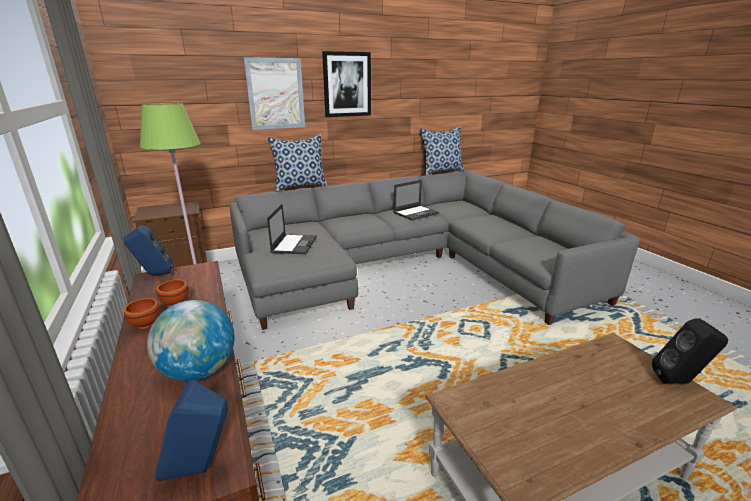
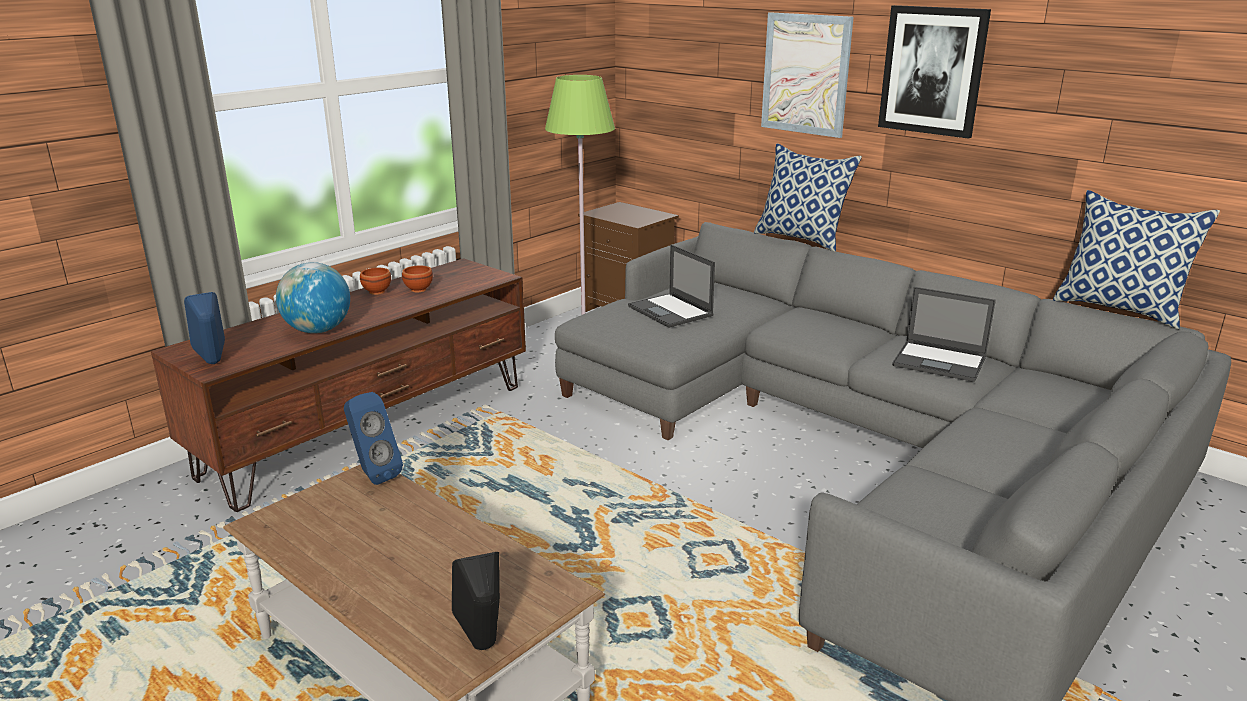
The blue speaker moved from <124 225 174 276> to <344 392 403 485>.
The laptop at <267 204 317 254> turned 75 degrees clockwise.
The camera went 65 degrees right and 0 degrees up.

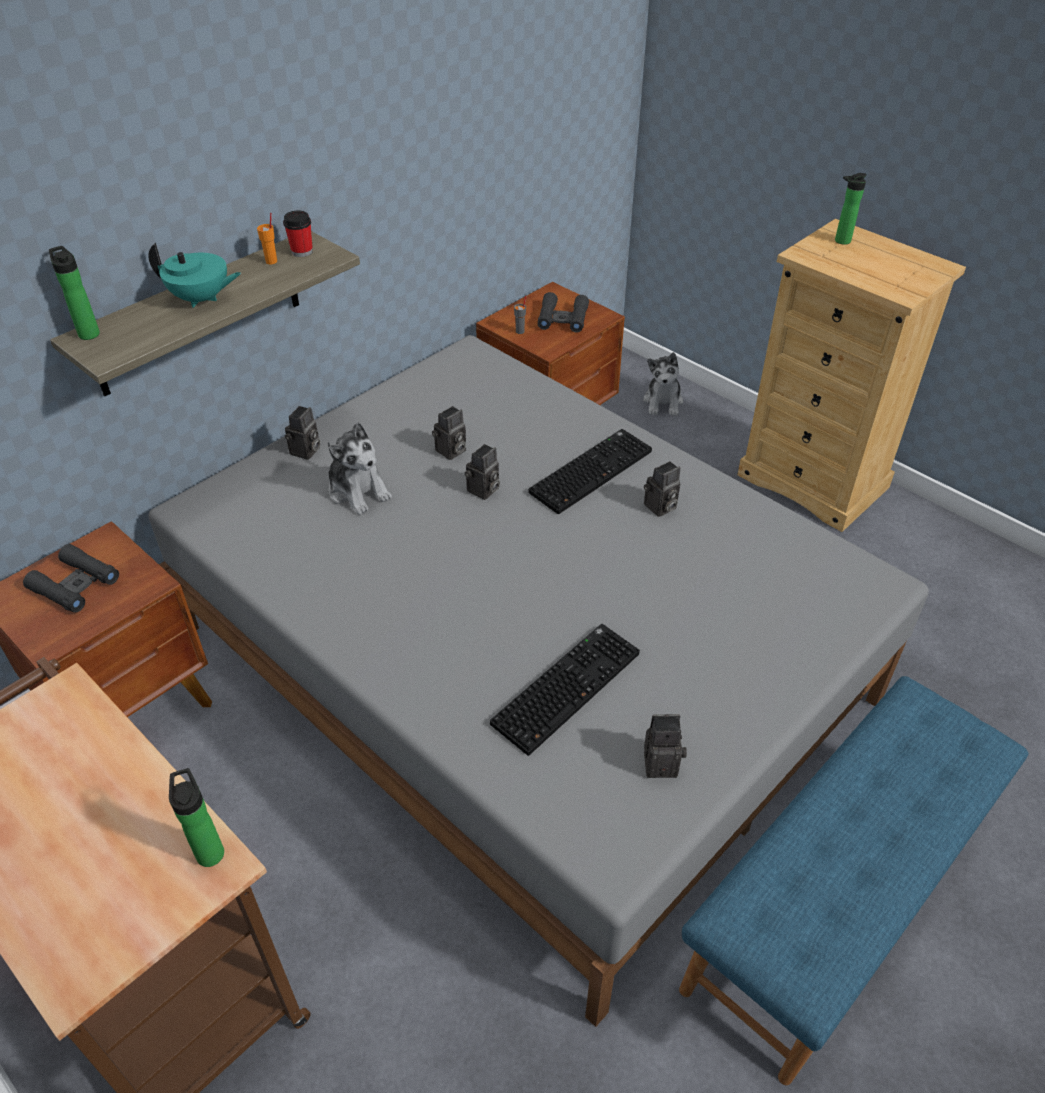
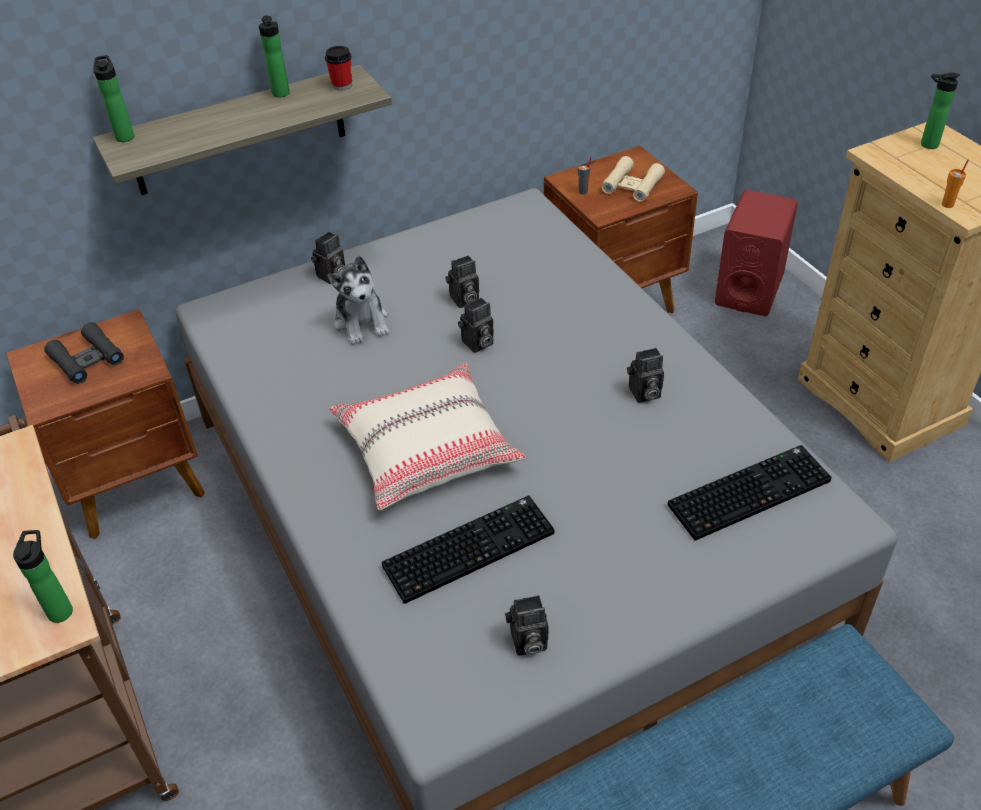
The bottle at <259 15 290 97> appeared.
The beige pillow at <329 363 526 510> appeared.
The photo camera at <644 714 687 778> turned 150 degrees clockwise.
The black binoculars at <538 292 589 333> became the beige binoculars at <602 156 665 202>.
The keyboard moved from <528 429 652 514> to <667 445 832 541>.
The plush toy at <643 352 683 416> was replaced by the red speaker at <715 190 798 316>.
The orange cup moved from <257 213 277 264> to <942 160 969 208>.
The turquoise teapot at <148 243 241 308> disappeared.
The camera went 20 degrees right and 0 degrees up.

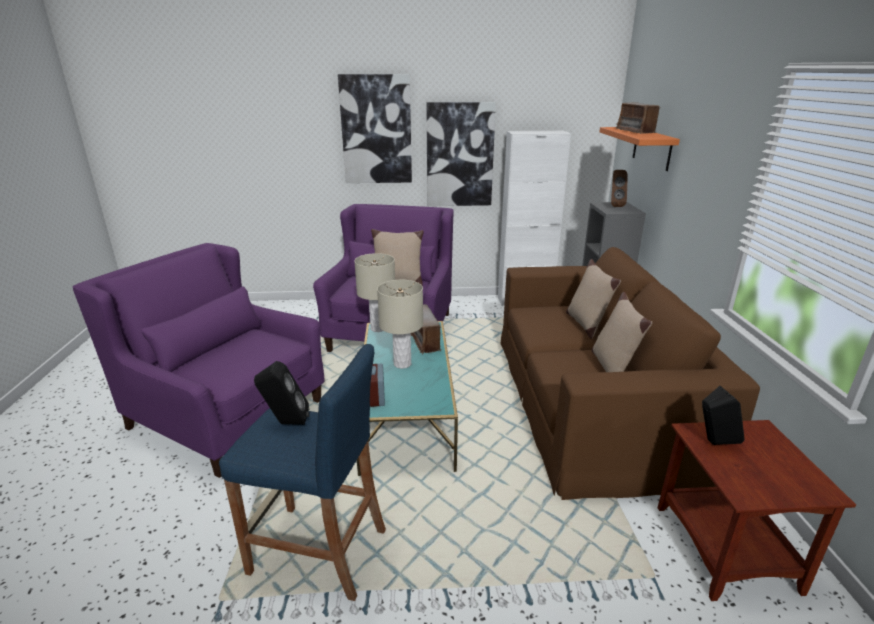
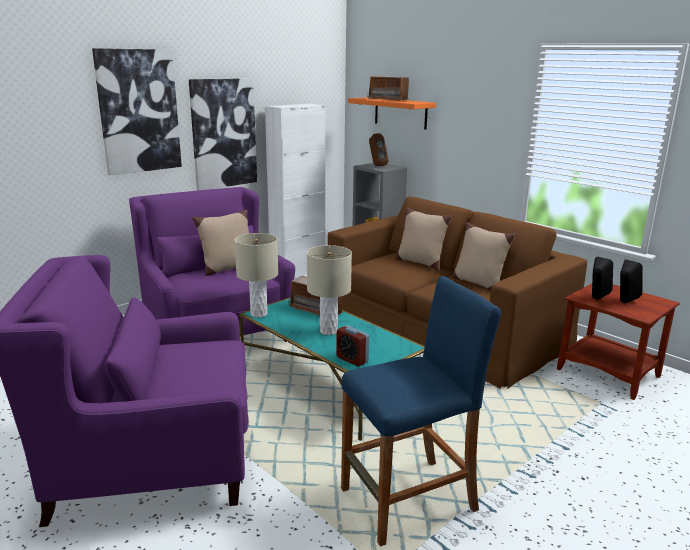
The black speaker moved from <254 361 310 425> to <620 259 643 303>.
The camera went 40 degrees left and 5 degrees down.

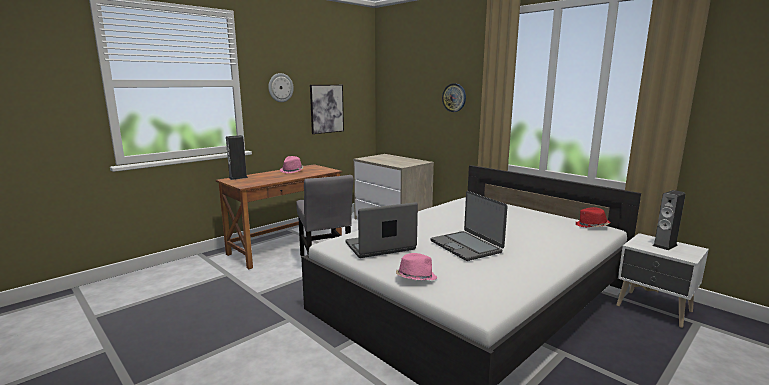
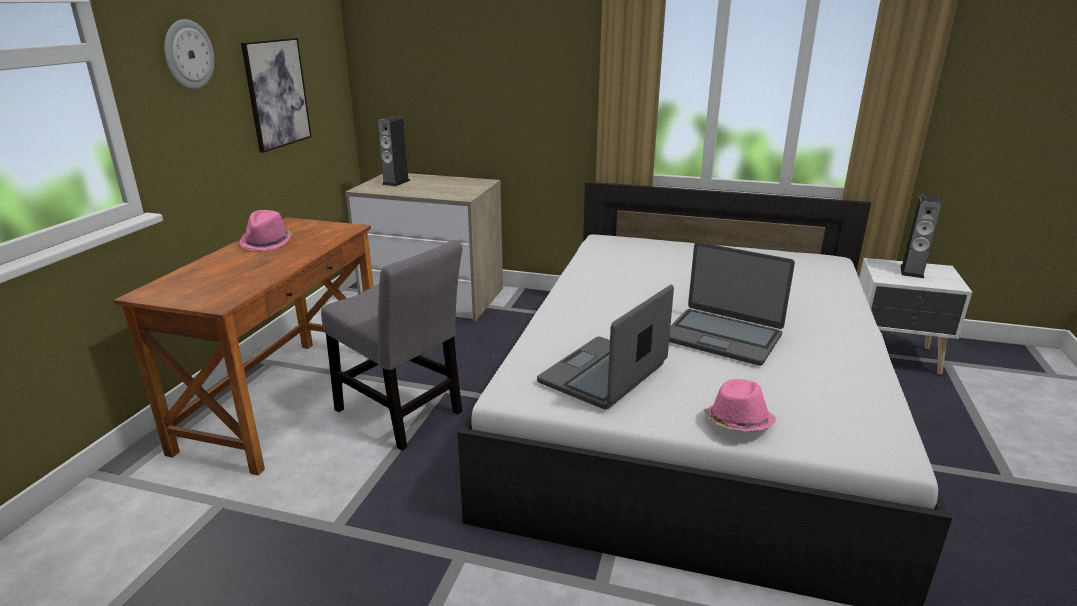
The speaker moved from <226 135 248 180> to <378 116 410 186>.
The wall clock at <442 84 466 112> disappeared.
The red hat at <576 207 610 228> disappeared.
The camera went 30 degrees left and 10 degrees up.

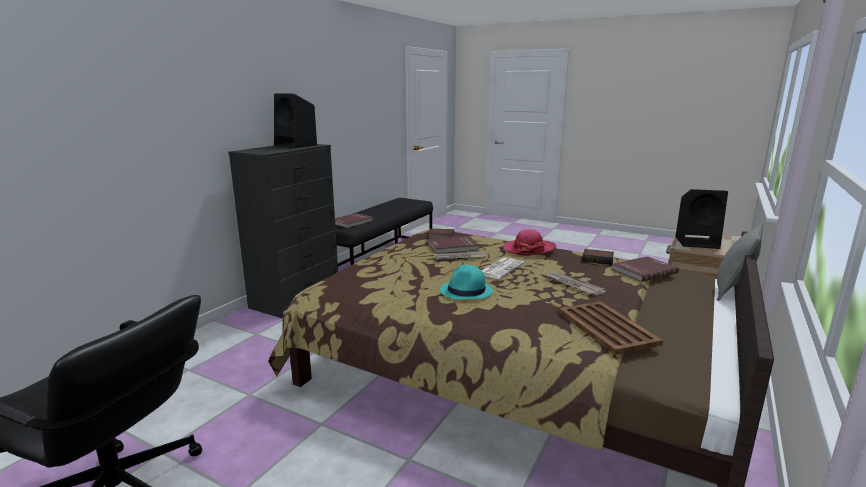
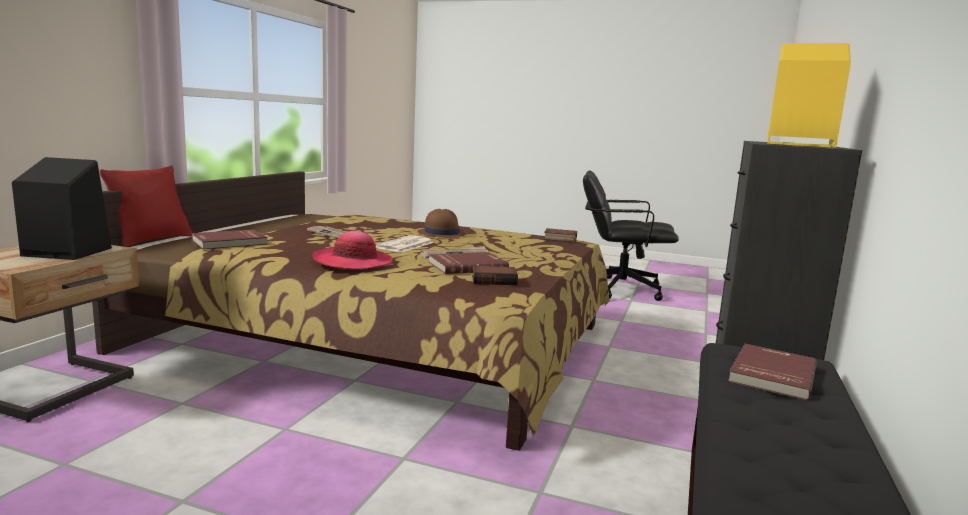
The grey pillow at <717 222 764 301> became the red pillow at <100 165 193 247>.
The turquoise hat at <440 265 493 299> became the brown hat at <417 209 467 239>.
The book moved from <582 249 614 265> to <544 228 577 243>.
The black speaker at <274 93 317 148> became the yellow speaker at <767 43 851 148>.
The brown tray at <558 301 663 355> disappeared.
The camera went 170 degrees right and 5 degrees down.

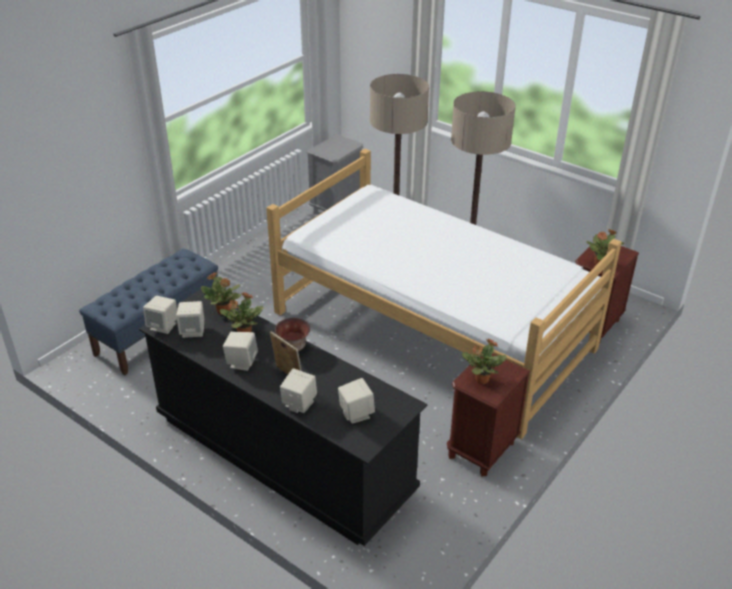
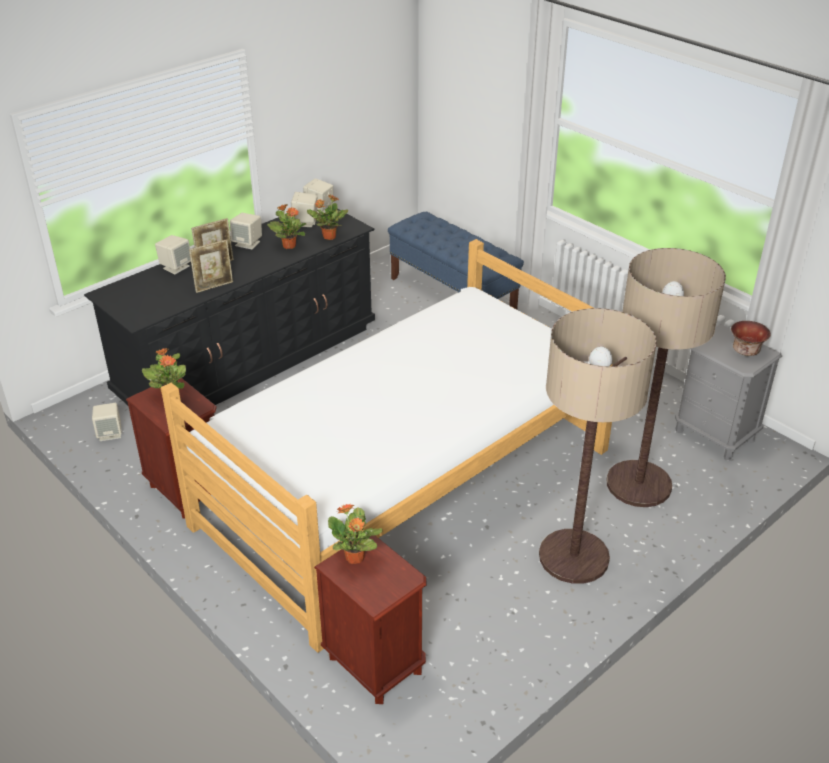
The beige speaker moved from <338 378 375 423> to <92 403 122 441>.
The picture frame at <189 239 233 293> appeared.
The bowl moved from <275 318 310 351> to <731 321 771 356>.
The camera went 100 degrees right and 0 degrees up.

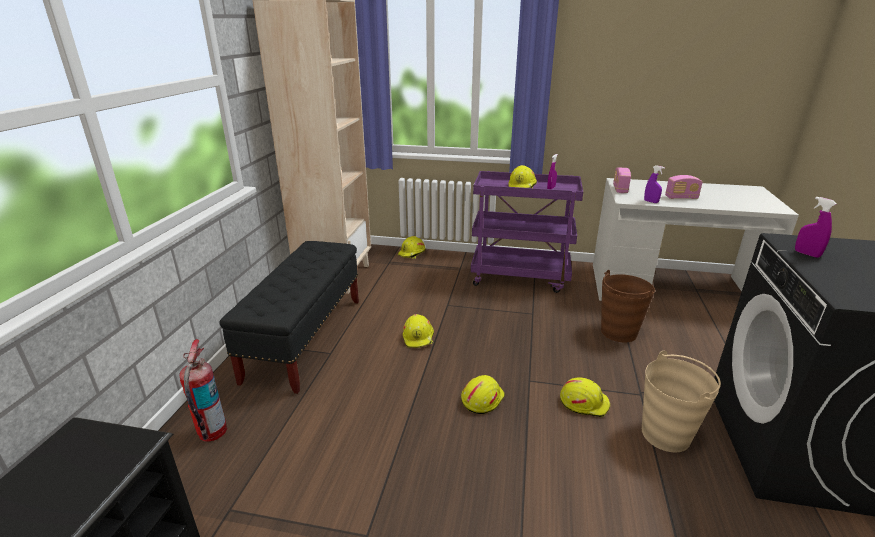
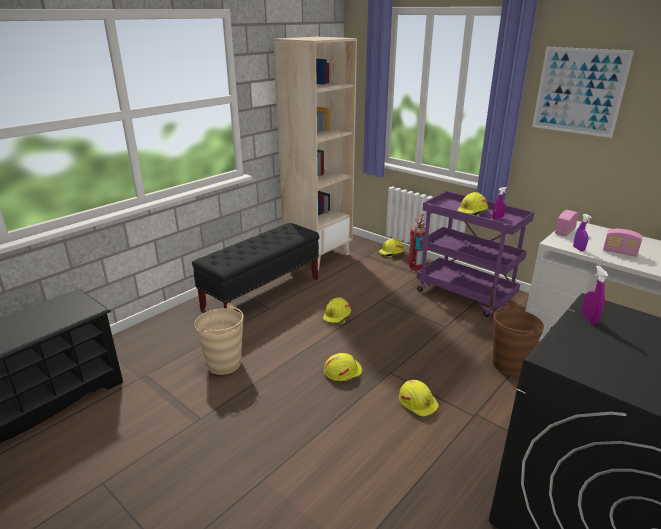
The beige bucket moved from <642 351 721 452> to <195 303 243 375>.
The fire extinguisher moved from <179 339 227 442> to <409 214 425 270>.
The picture at <532 47 634 138> appeared.
The camera went 30 degrees right and 0 degrees up.

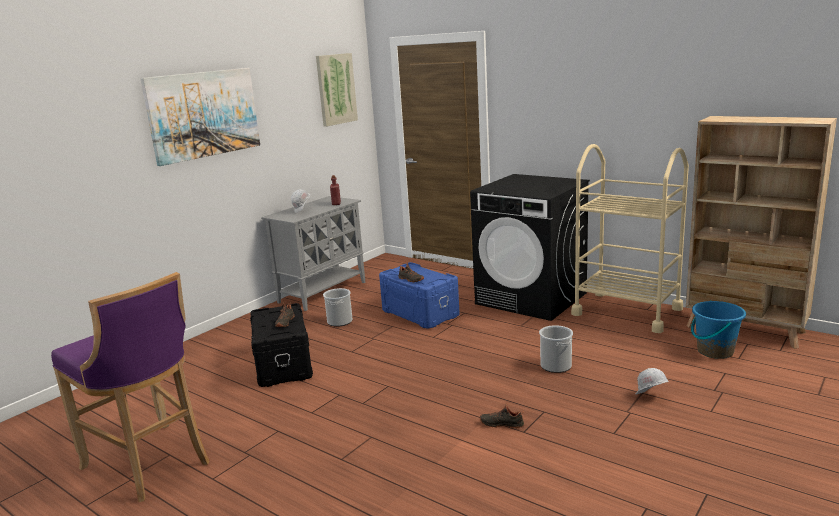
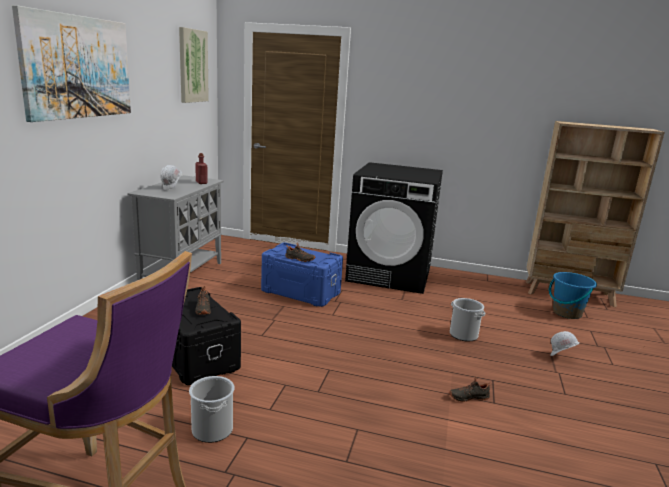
The bucket moved from <323 288 353 327> to <189 376 235 443>.
The beige cart at <571 144 689 333> disappeared.
The camera went 25 degrees left and 0 degrees up.

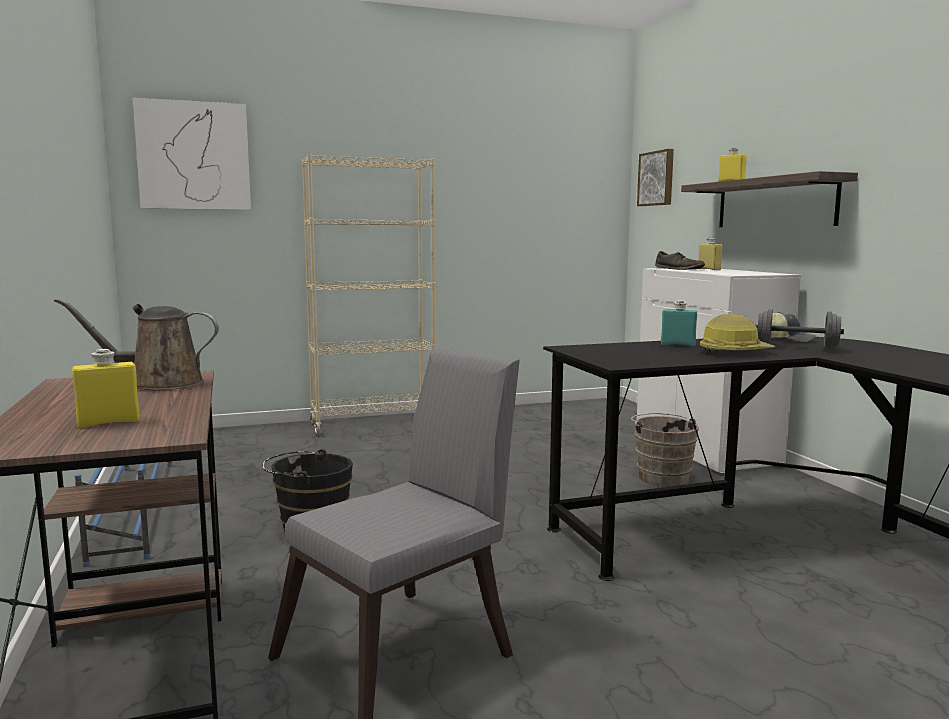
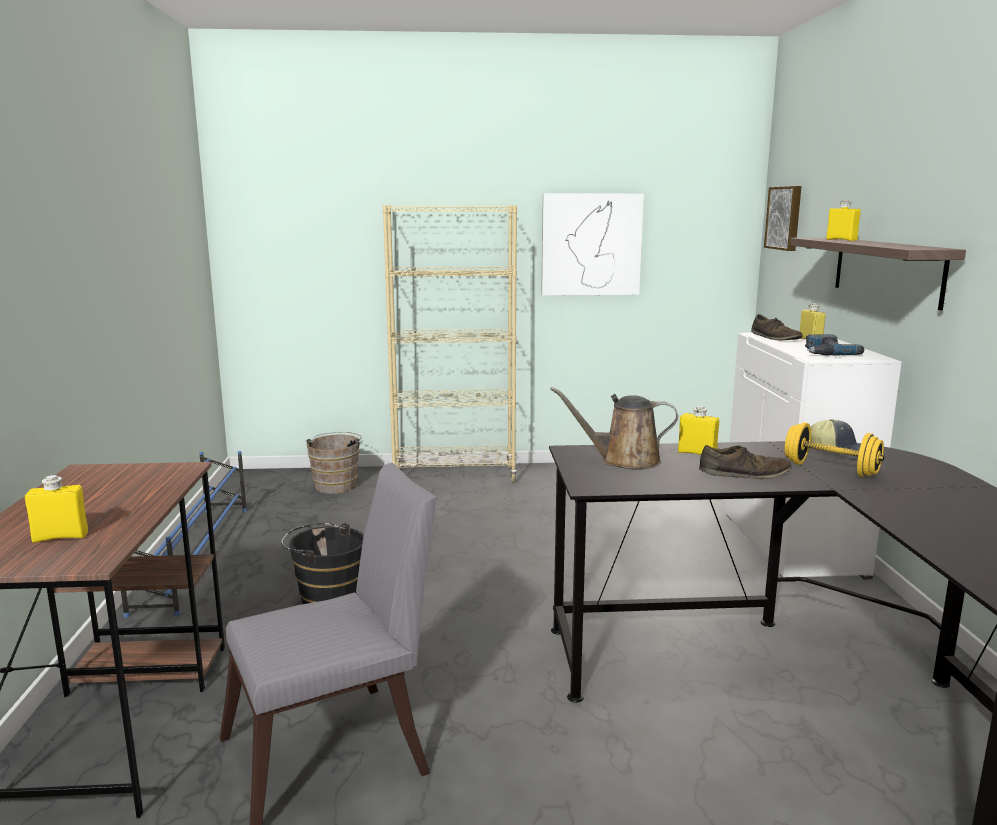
The brown bucket moved from <631 413 699 487> to <306 432 364 494>.
The picture moved from <132 97 251 210> to <541 193 644 296>.
The brown watering can moved from <54 298 219 390> to <550 387 678 470>.
The turquoise bottle at <661 301 697 347> became the yellow bottle at <678 406 719 455>.
The hard hat at <700 314 775 355> was replaced by the brown shoe at <699 445 792 479>.
The grey dumbbell at <756 309 844 350> became the yellow dumbbell at <785 422 884 477>.
The power drill at <805 334 864 356> appeared.
The camera went 15 degrees right and 5 degrees up.

